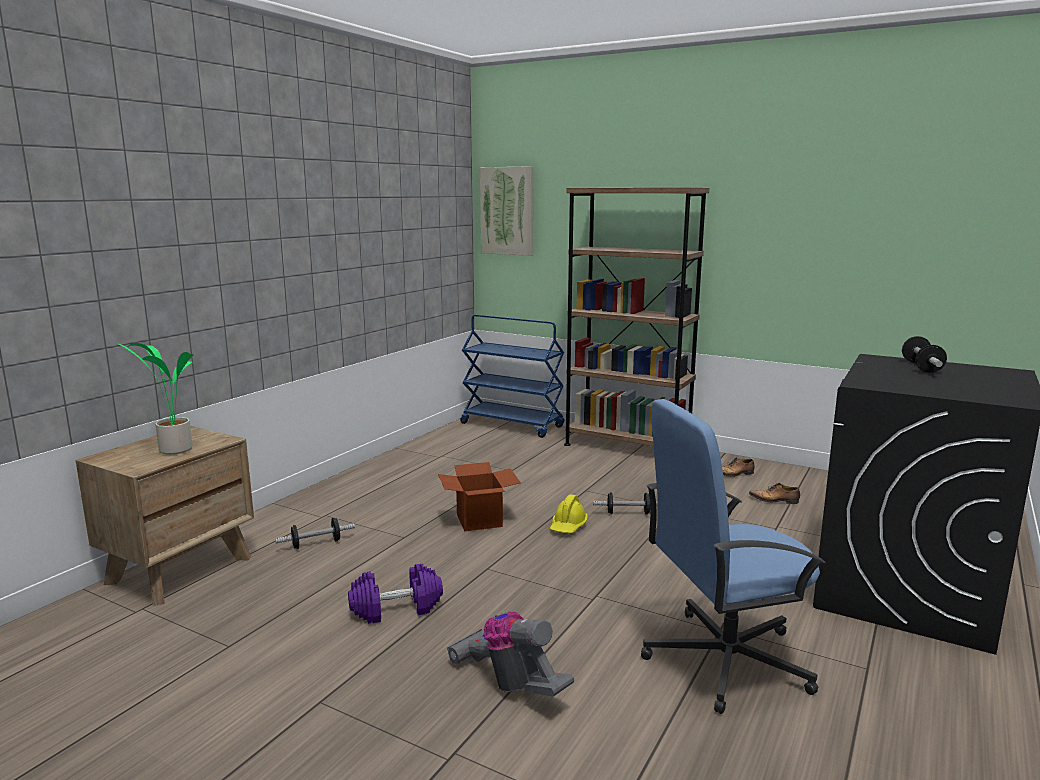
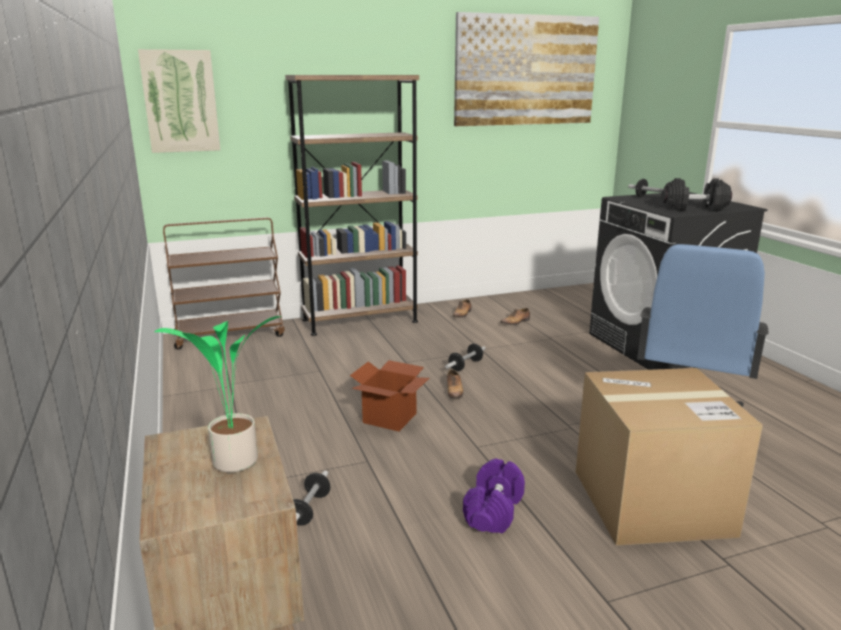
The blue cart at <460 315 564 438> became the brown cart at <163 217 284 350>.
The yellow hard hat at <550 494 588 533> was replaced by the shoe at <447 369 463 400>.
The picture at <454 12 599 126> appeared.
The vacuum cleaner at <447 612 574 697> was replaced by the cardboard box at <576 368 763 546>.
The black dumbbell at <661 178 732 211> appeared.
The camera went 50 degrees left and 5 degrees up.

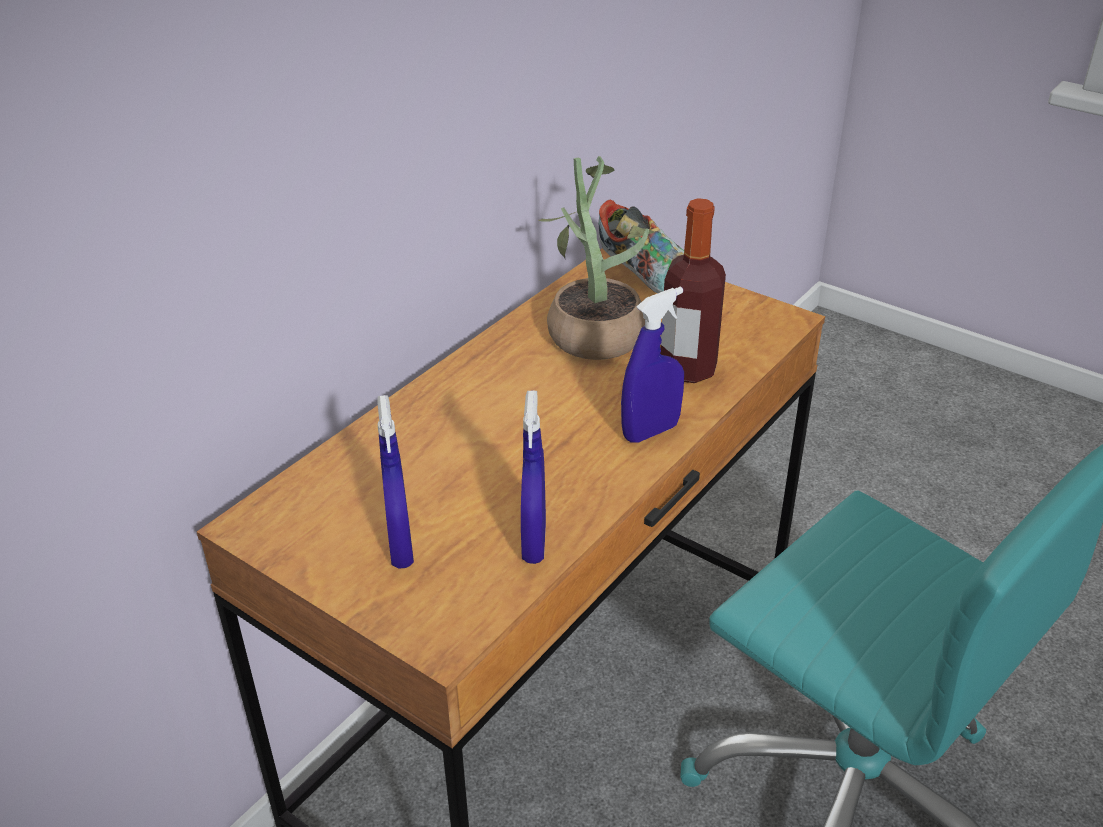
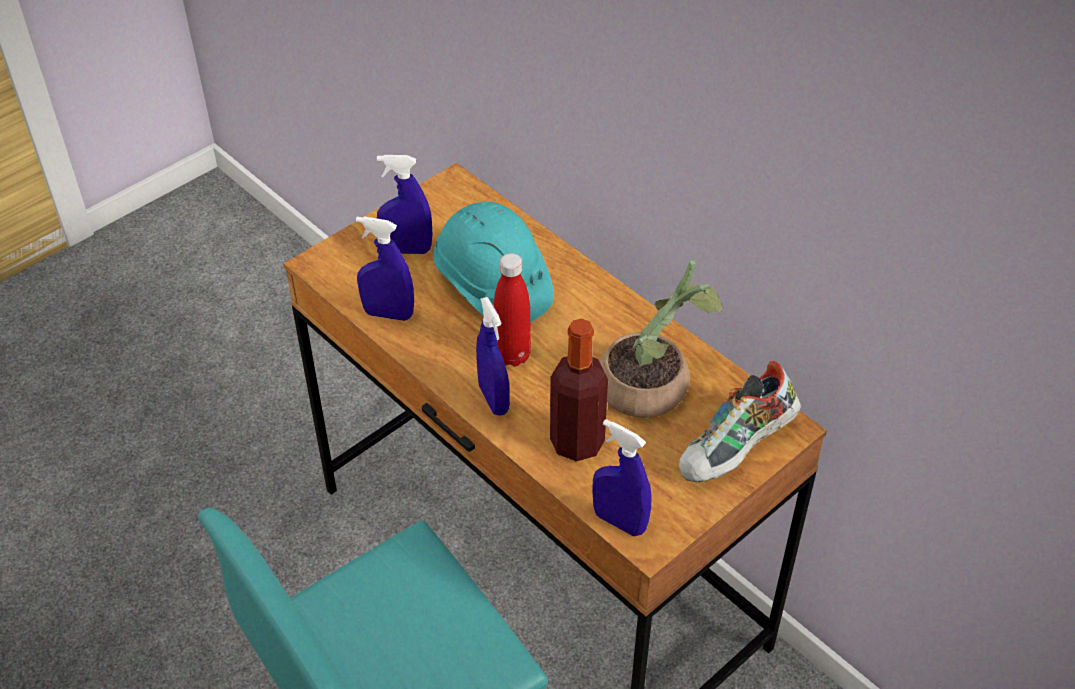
The turquoise hard hat at <433 202 554 322> appeared.
The red bottle at <494 253 531 367> appeared.
The blue spray bottle at <592 419 651 536> appeared.
The camera went 100 degrees right and 10 degrees up.

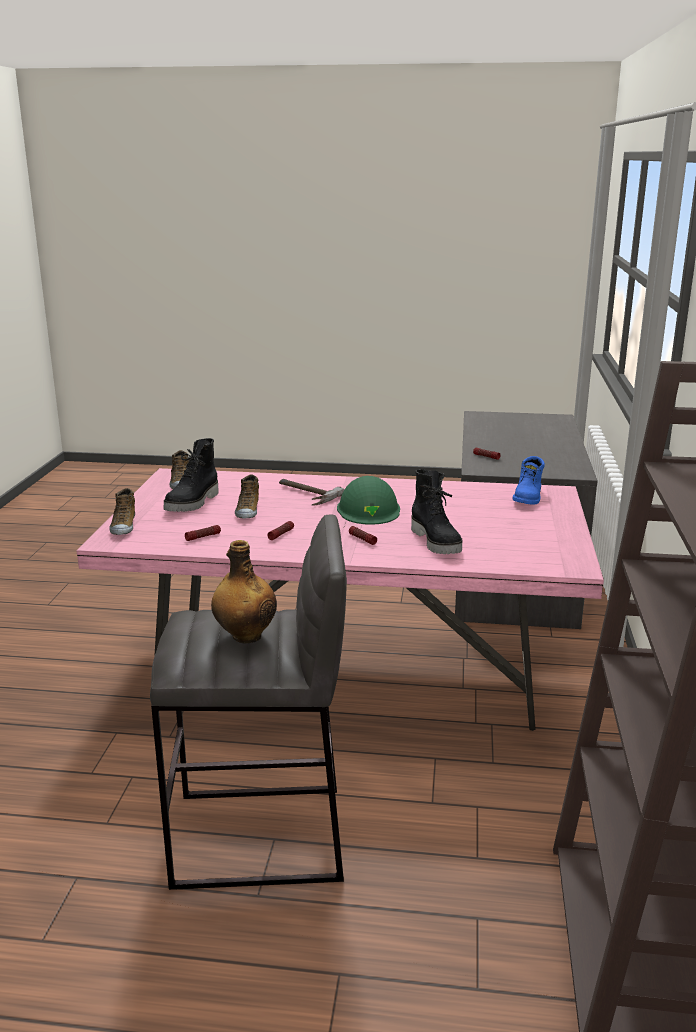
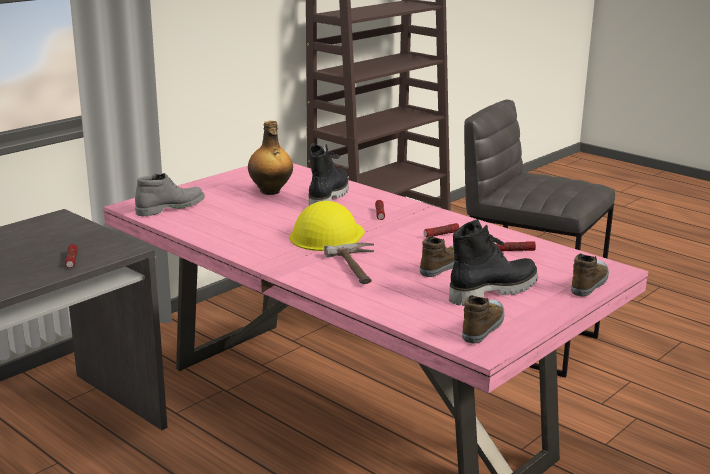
The blue boot at <512 456 545 505> became the grey boot at <135 173 205 216>.
The bottle moved from <211 540 277 643> to <248 121 293 195>.
The green hard hat at <337 476 400 525> became the yellow hard hat at <290 201 364 251>.
The camera went 145 degrees left and 0 degrees up.

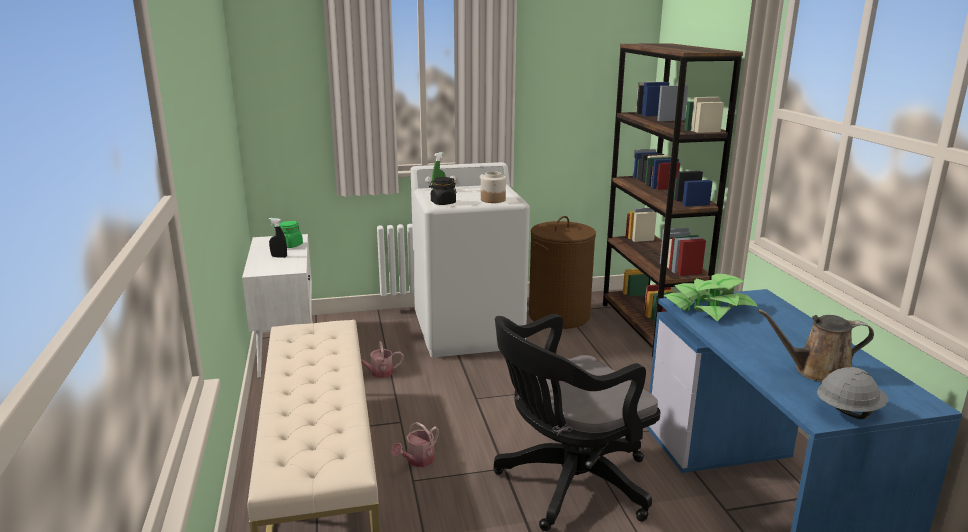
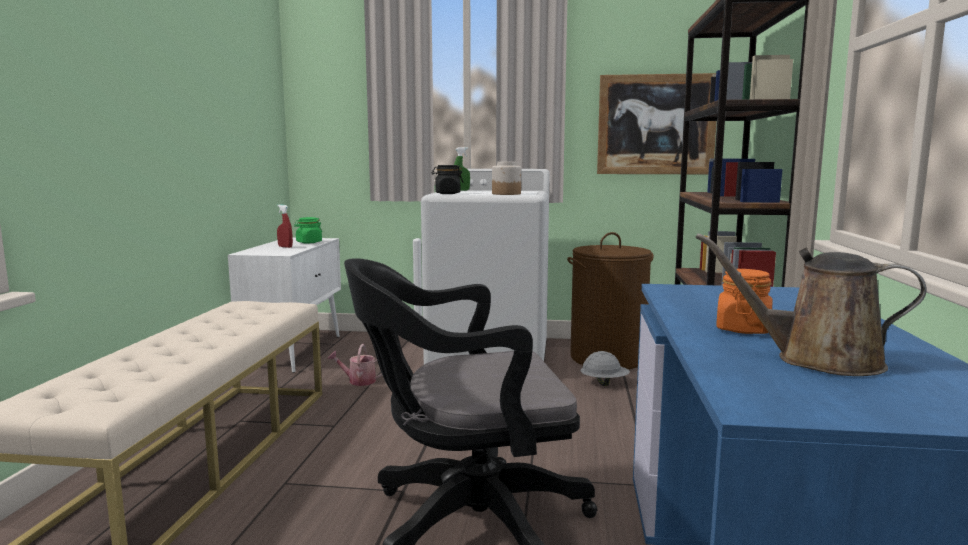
The black spray bottle at <269 218 287 258> became the red spray bottle at <277 205 293 248>.
The grey hard hat moved from <817 367 888 419> to <580 351 630 386>.
The picture at <597 73 717 174> appeared.
The orange jar at <716 269 772 334> appeared.
The watering can at <391 422 439 467> disappeared.
The potted plant at <663 274 757 321> disappeared.
The camera went 20 degrees right and 10 degrees down.

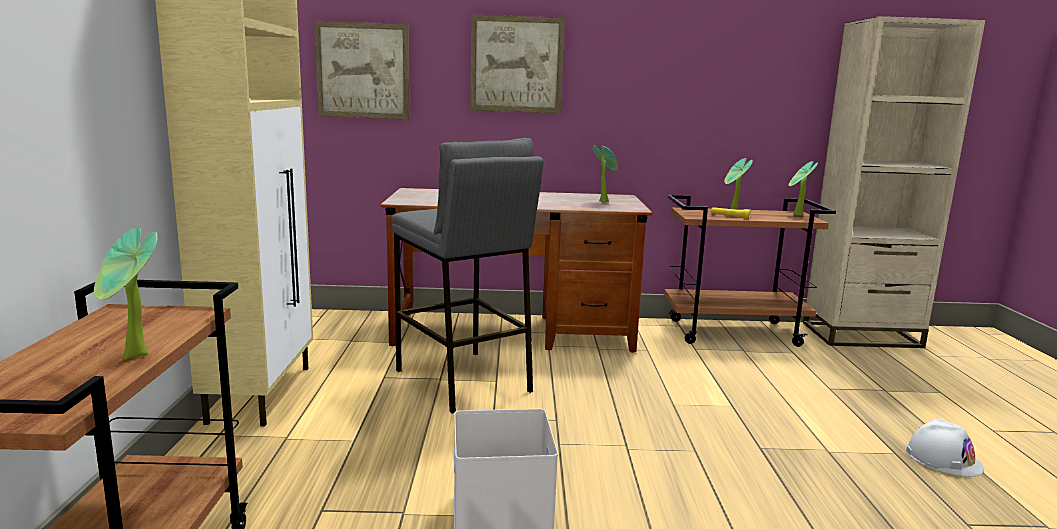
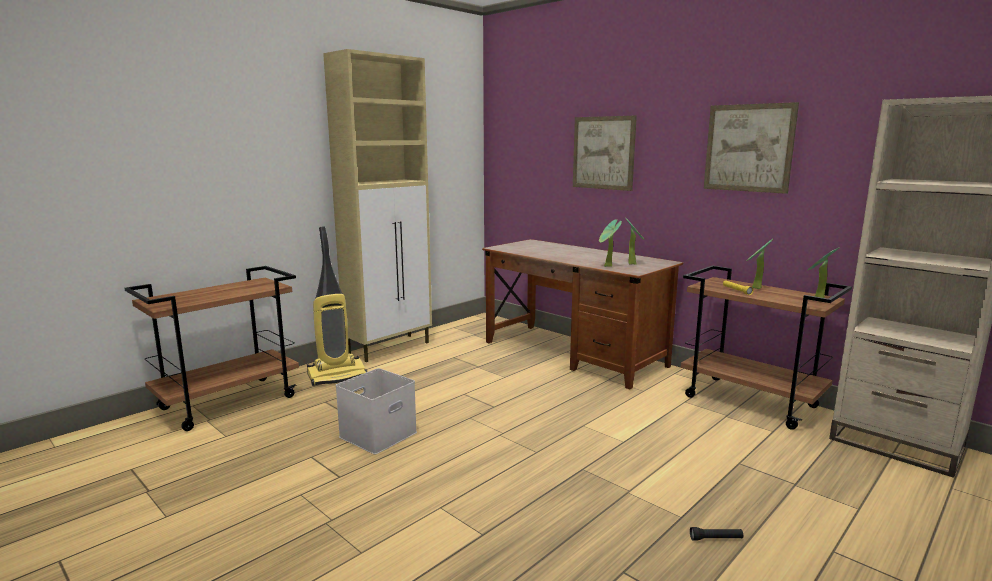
The vacuum cleaner at <307 226 367 386> appeared.
The potted plant moved from <94 228 158 360> to <599 219 622 267>.
The white hard hat at <905 418 984 477> was replaced by the black flashlight at <690 527 743 540>.
The picture moved from <314 21 410 119> to <704 102 799 194>.
The grey stool at <391 138 543 413> disappeared.
The camera went 45 degrees right and 0 degrees up.

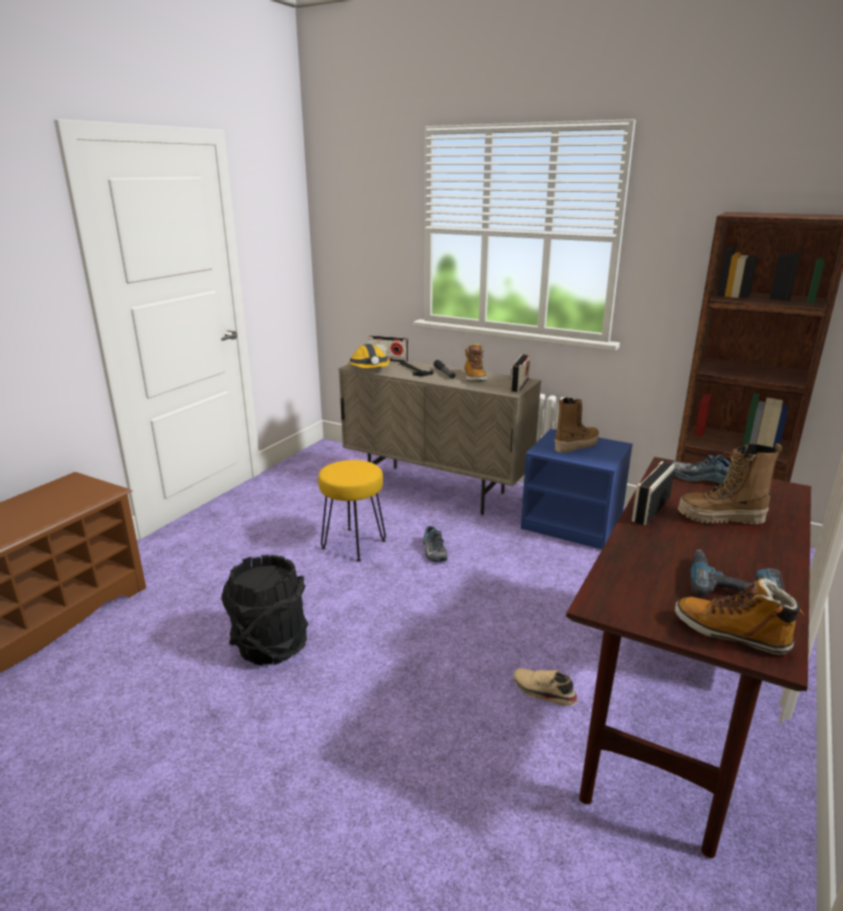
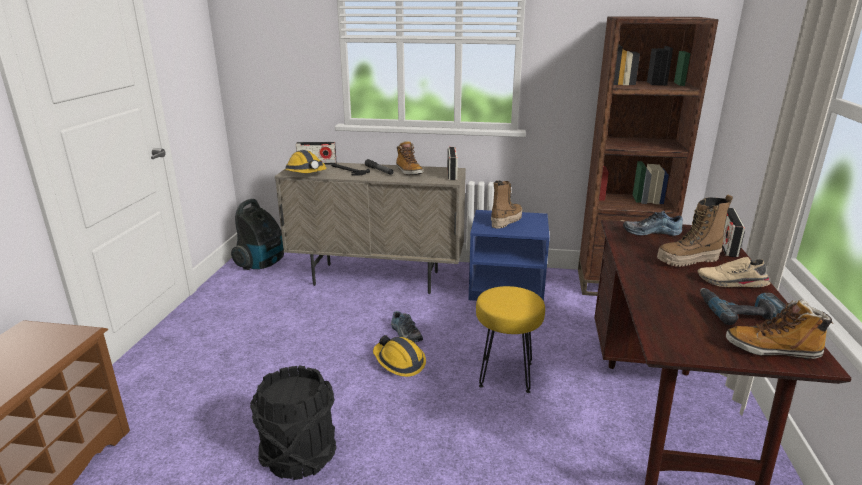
The vacuum cleaner at <231 199 284 270> appeared.
The hard hat at <373 335 426 377> appeared.
The yellow stool moved from <318 460 386 562> to <476 286 545 393>.
The beige shoe moved from <513 668 578 706> to <698 257 770 287>.
The radio moved from <632 461 675 525> to <722 208 745 257>.
The camera went 20 degrees left and 0 degrees up.

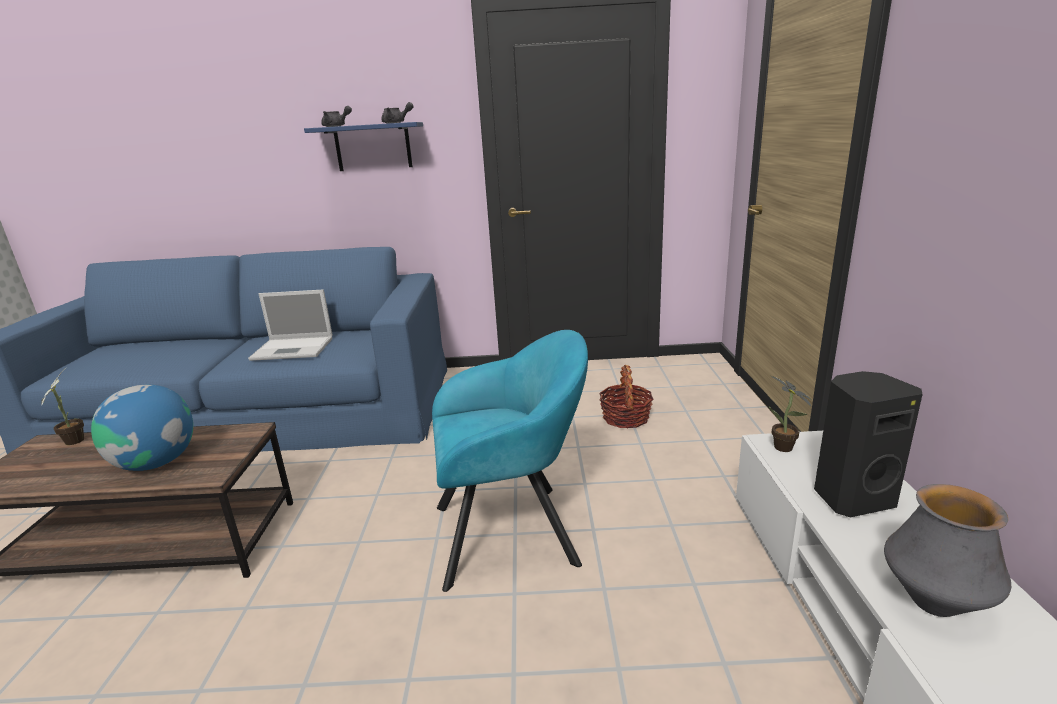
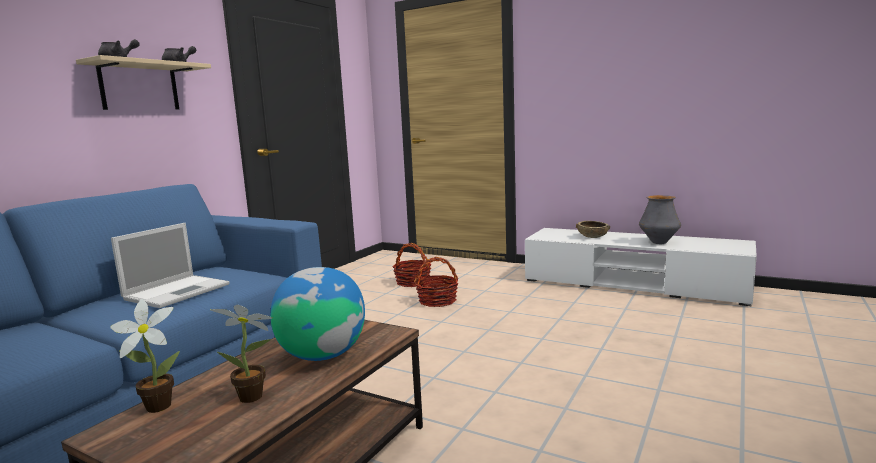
The blue shelf at <304 122 423 171> became the beige shelf at <76 55 211 110>.
The potted plant moved from <768 376 812 452> to <210 305 272 403>.
The basket at <414 257 459 307> appeared.
The black speaker at <814 371 923 517> was replaced by the brown bowl at <576 221 610 238>.
The turquoise armchair at <432 330 588 592> disappeared.
The camera went 60 degrees left and 10 degrees down.

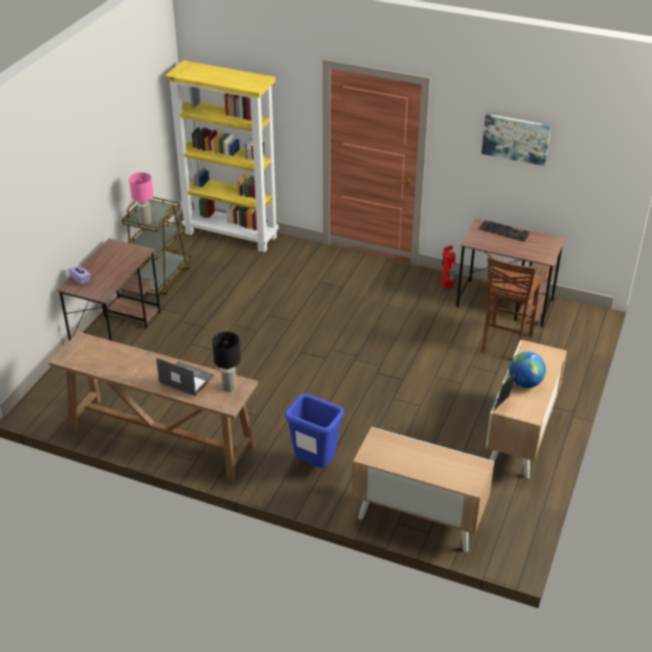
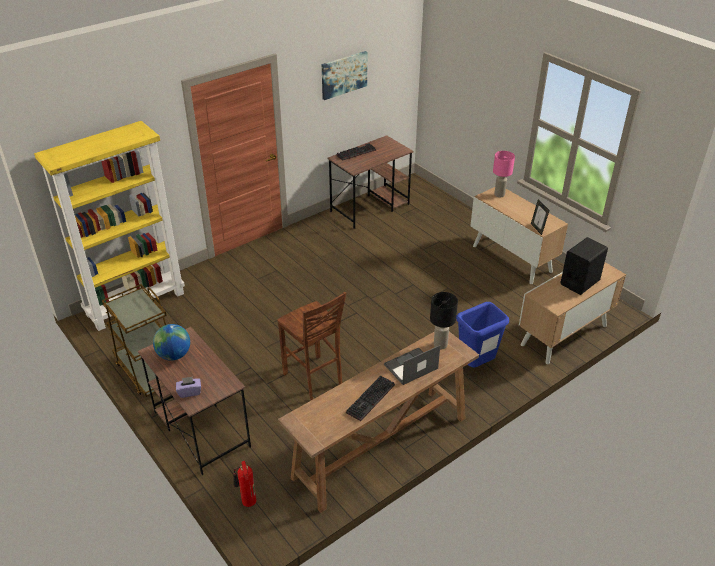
The globe moved from <509 351 546 388> to <153 324 190 361>.
The fire extinguisher moved from <441 245 456 288> to <233 461 256 507>.
The brown stool moved from <481 256 542 353> to <277 292 346 401>.
The keyboard at <346 376 395 421> appeared.
The pink table lamp moved from <129 172 153 225> to <493 151 515 197>.
The black speaker at <560 237 608 295> appeared.
The camera went 60 degrees left and 0 degrees up.

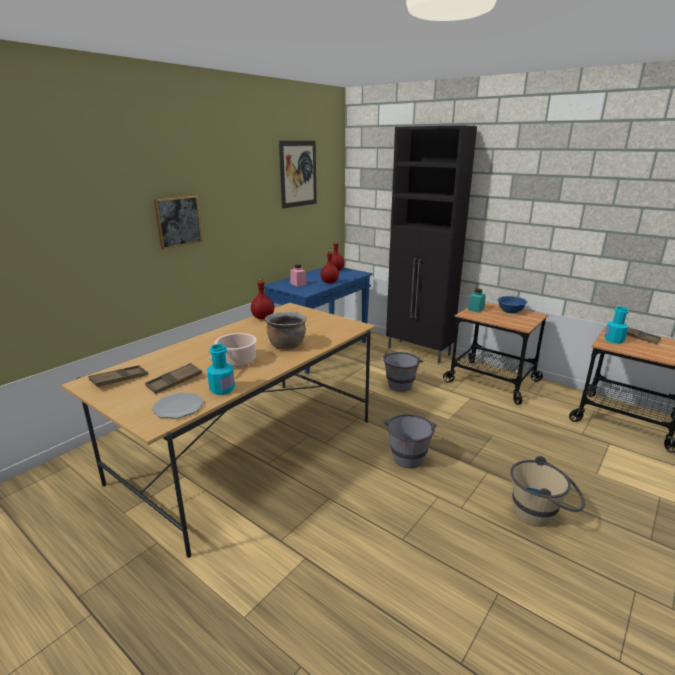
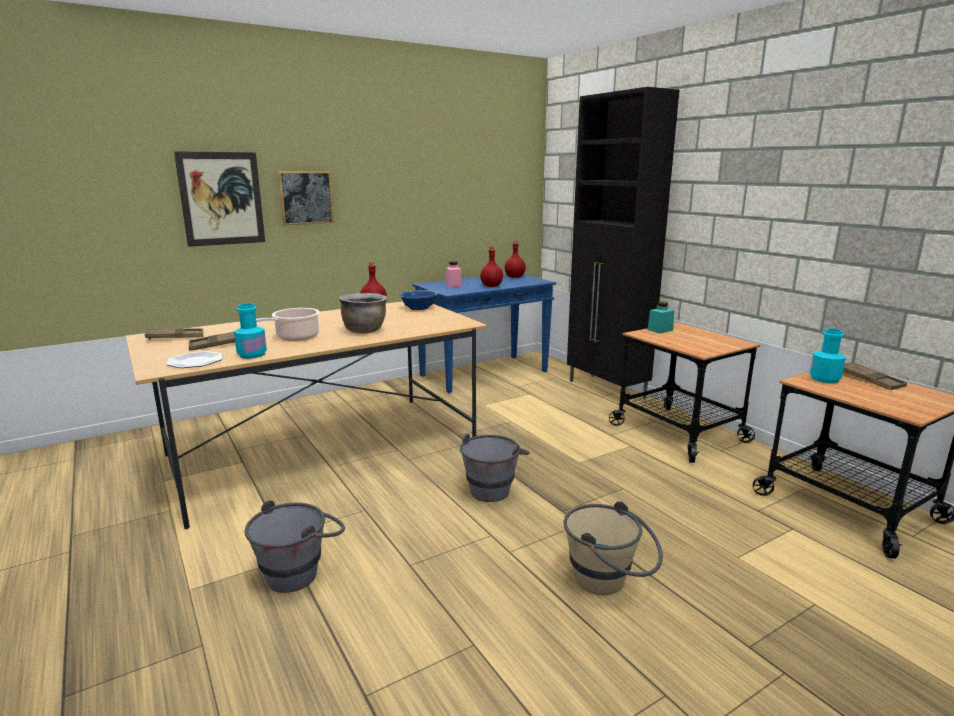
The picture moved from <279 141 317 209> to <174 151 265 247>.
The grey bucket moved from <383 352 424 392> to <245 500 345 593>.
The blue bowl moved from <497 296 528 313> to <400 290 438 310>.
The camera went 20 degrees right and 5 degrees down.

